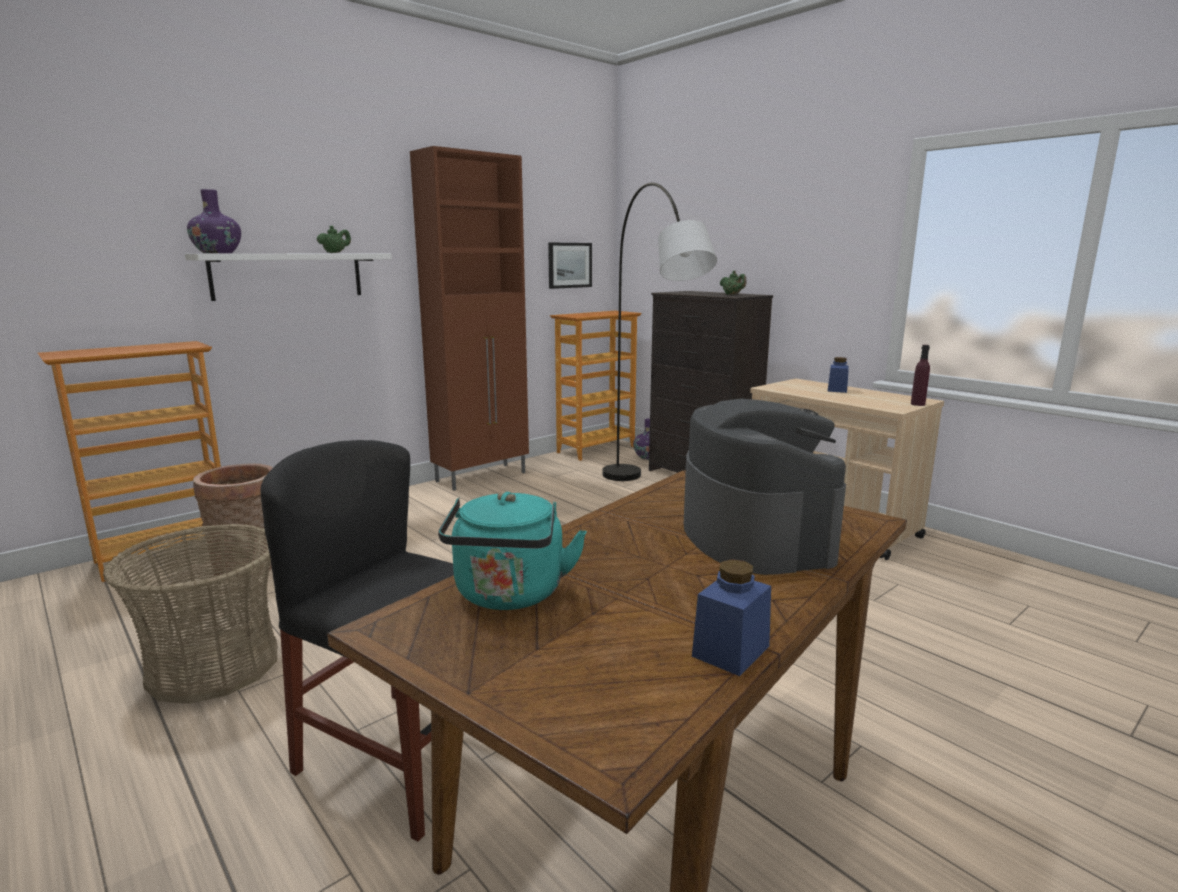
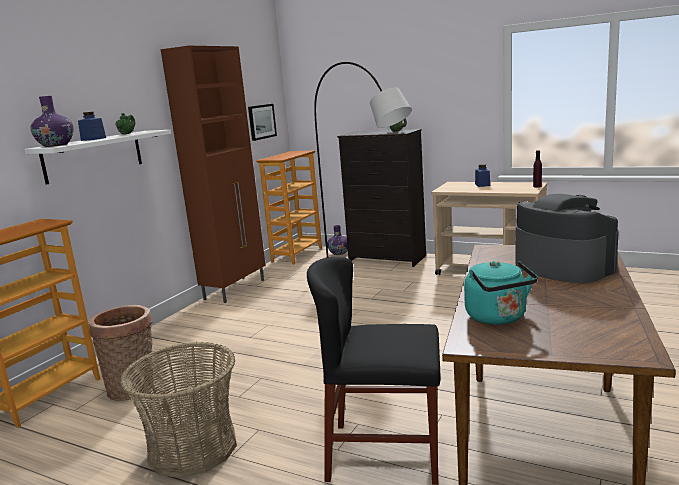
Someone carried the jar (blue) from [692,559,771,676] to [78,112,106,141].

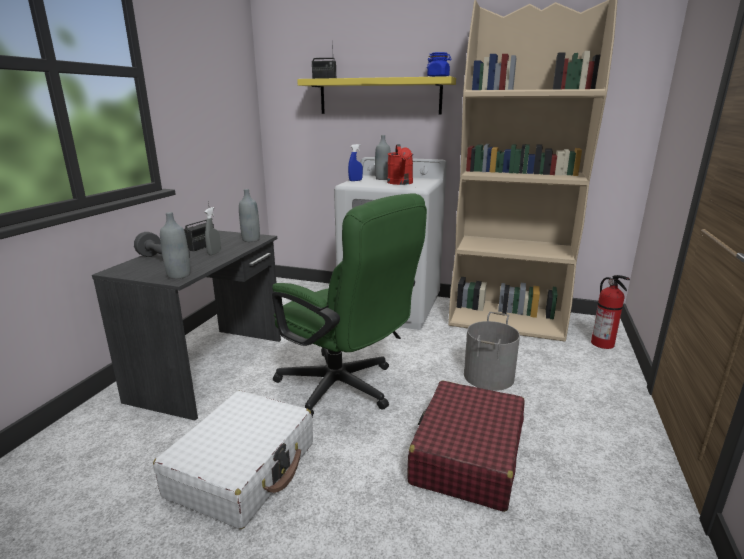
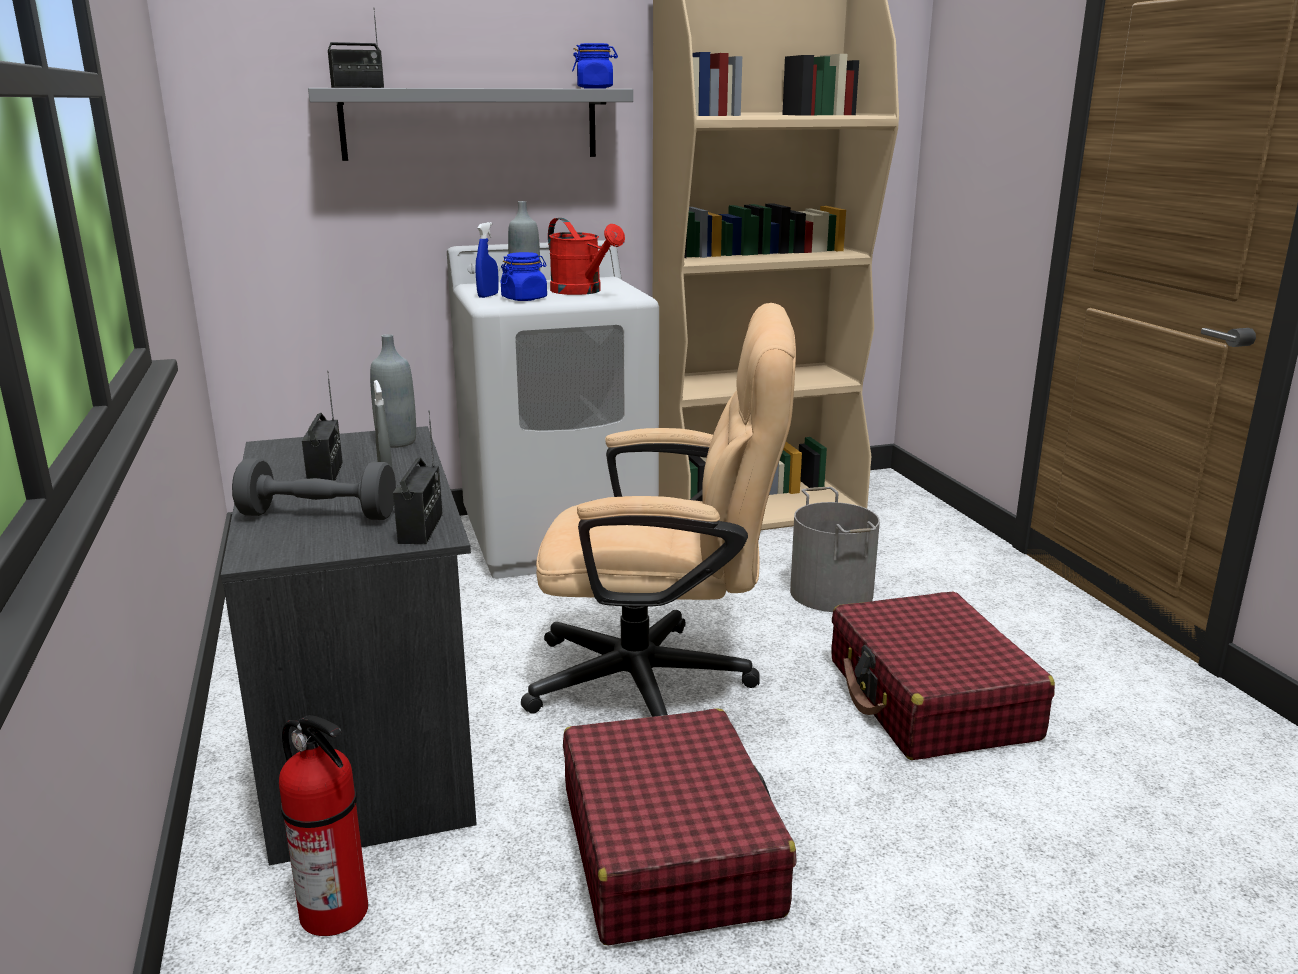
Someone carried the fire extinguisher from [591,275,630,349] to [279,715,368,936]. Someone repainted the shelf (yellow) at [297,76,456,115], which became the shelf (grey) at [308,88,633,161]. Someone swapped the bottle (grey) at [160,212,190,279] for the radio at [393,411,443,544]. Someone put down the jar (blue) at [500,252,547,301]. Someone repainted the office chair (green) at [272,194,427,417], which became the office chair (beige) at [521,303,796,717]. Someone repainted the suitcase (white) at [153,391,313,529], which became the suitcase (red) at [563,709,796,945].

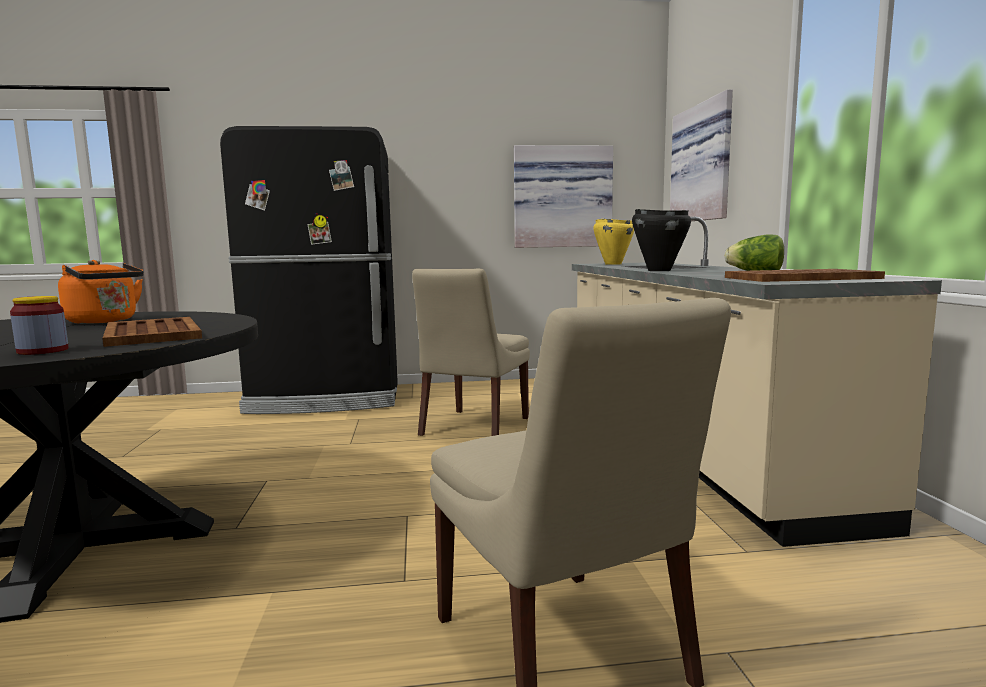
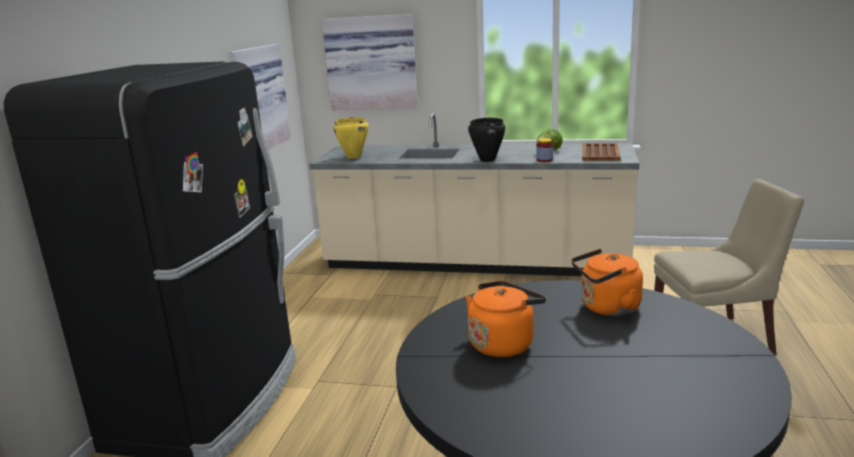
Someone carried the jar from [10,296,69,355] to [537,138,553,162]. Someone swapped the tray (brown) at [102,317,202,347] for the kettle (orange) at [571,249,643,316]. Someone took away the chair (beige) at [412,269,530,436].

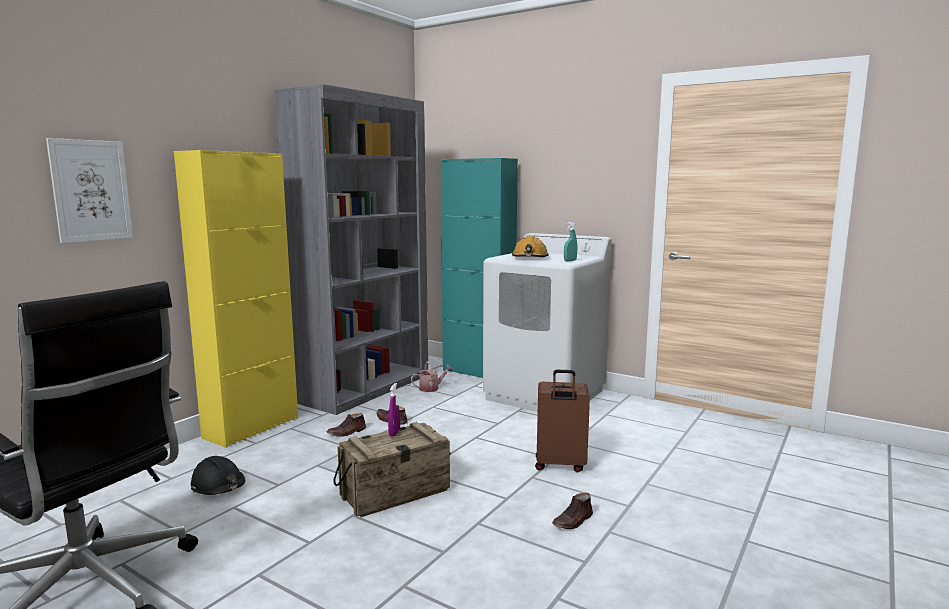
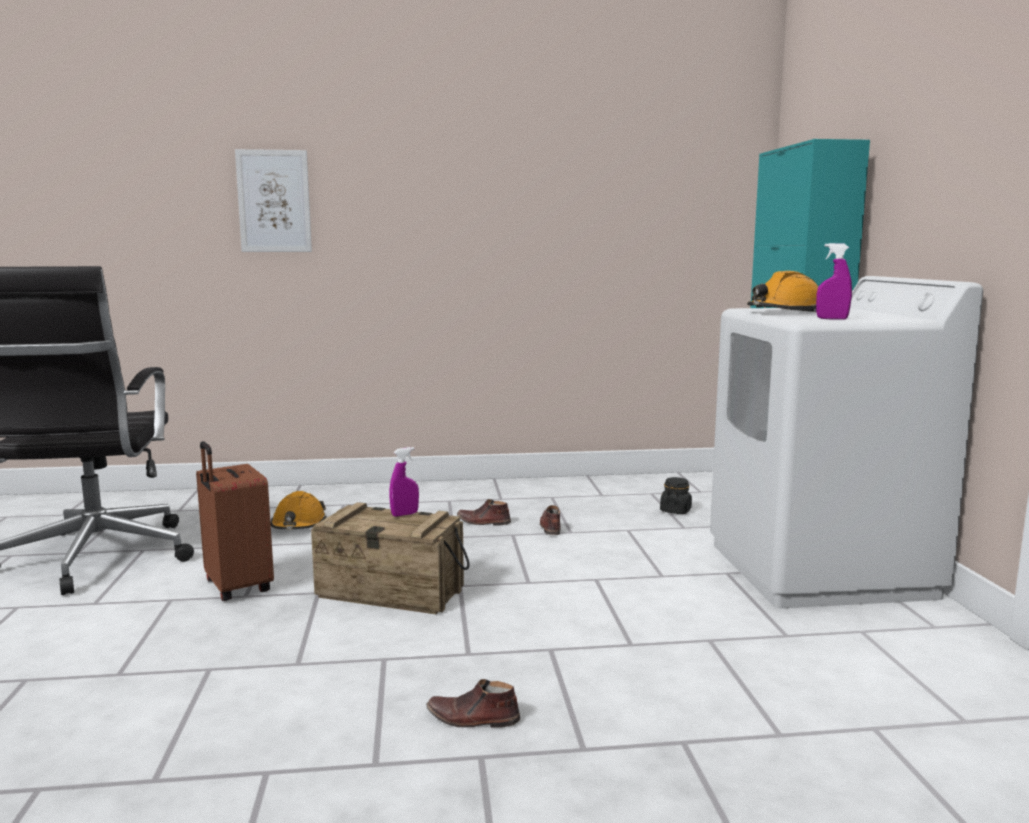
Someone carried the suitcase (brown) from [535,370,590,472] to [196,441,274,601]. Someone repainted the hard hat (black) at [191,456,245,495], which became the hard hat (orange) at [271,491,327,529]. Someone swapped the watering can at [411,362,453,392] for the jar (black) at [660,477,692,514]. Someone repainted the spray bottle (turquoise) at [564,222,577,261], which became the spray bottle (purple) at [816,243,852,320]. Someone took away the cabinet (yellow) at [174,150,298,448]. Someone took away the bookcase (grey) at [274,84,428,415].

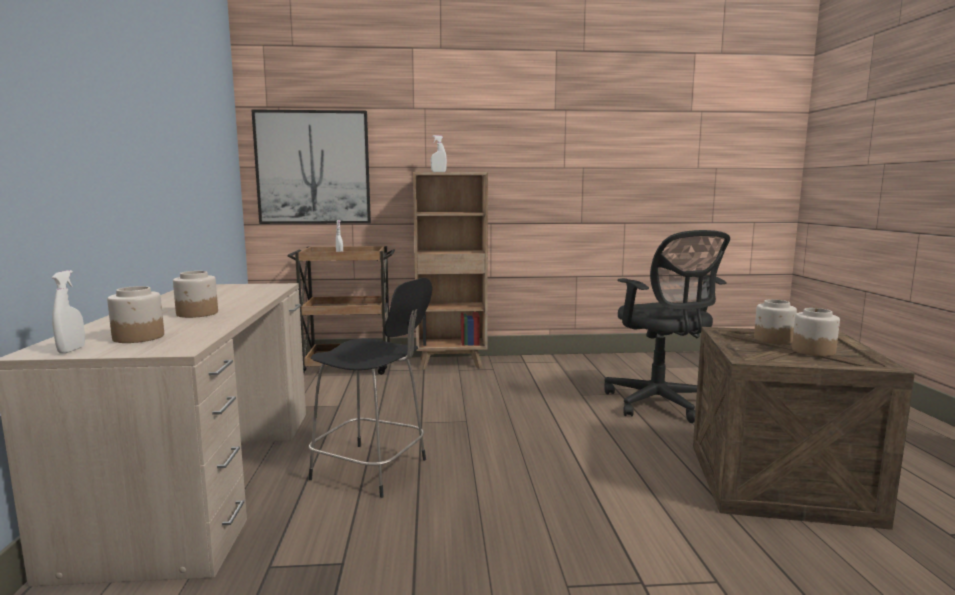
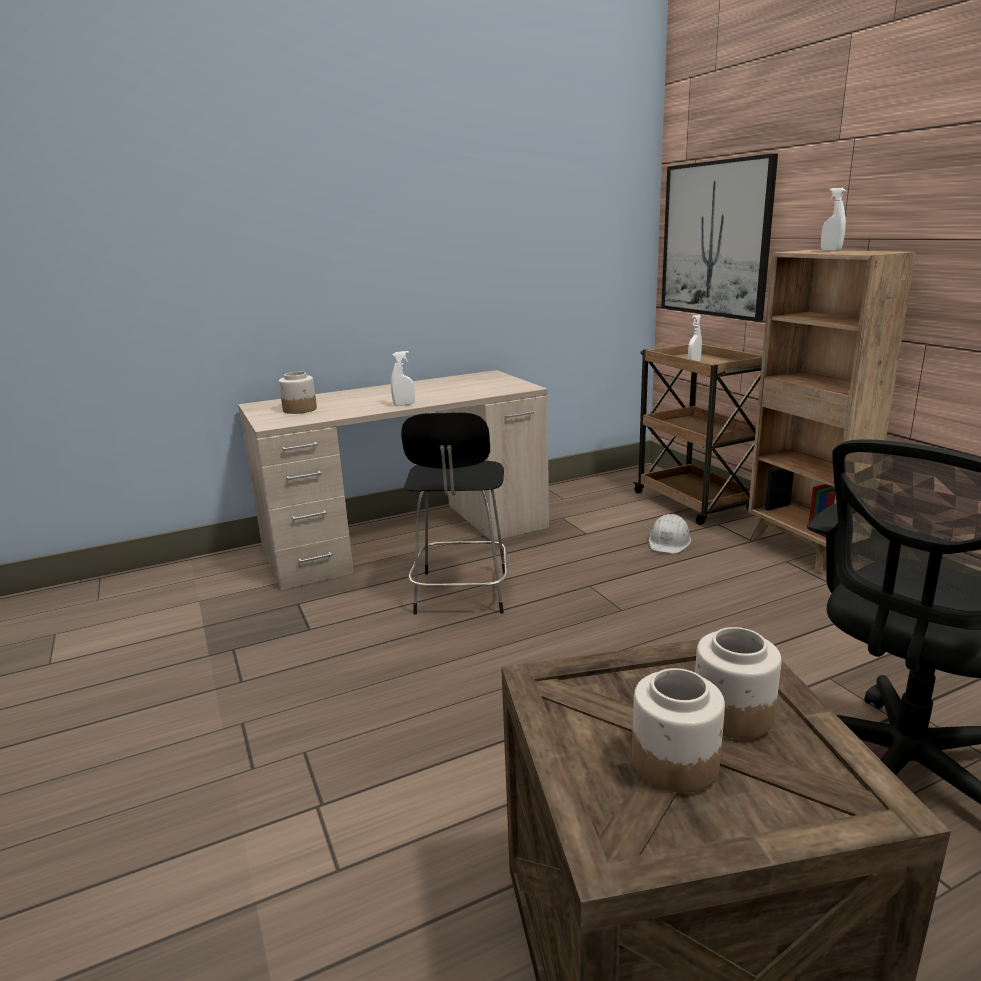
Someone carried the spray bottle (white) from [52,270,85,354] to [391,351,415,406]. Someone put down the hard hat (white) at [649,514,691,554]. Someone took away the jar at [173,271,218,318].

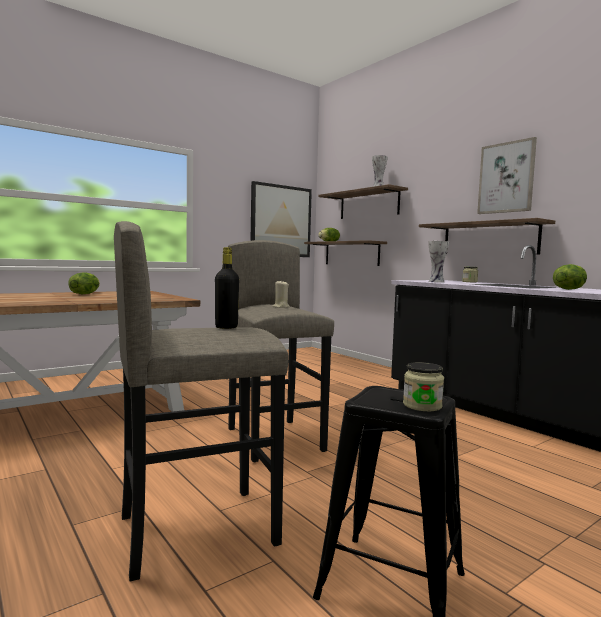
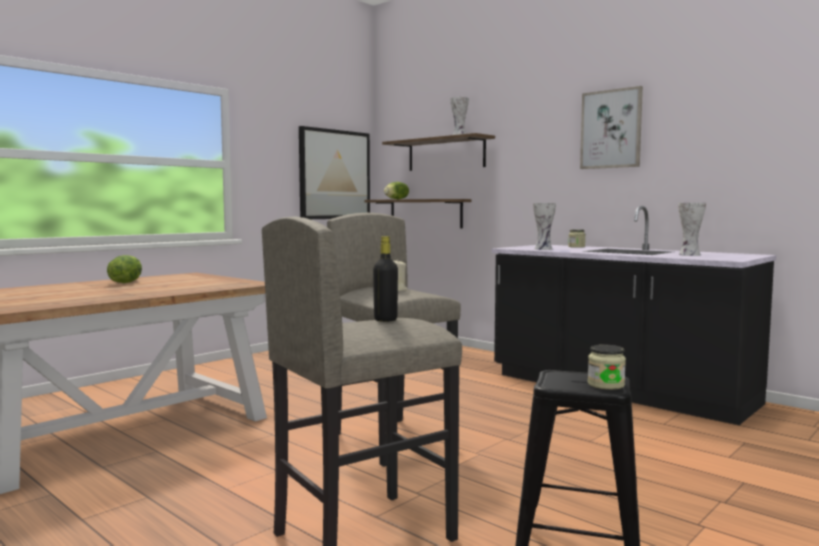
Someone swapped the lettuce at [553,264,587,290] for the vase at [678,203,706,256]. Someone took away the shelf at [419,218,555,255].

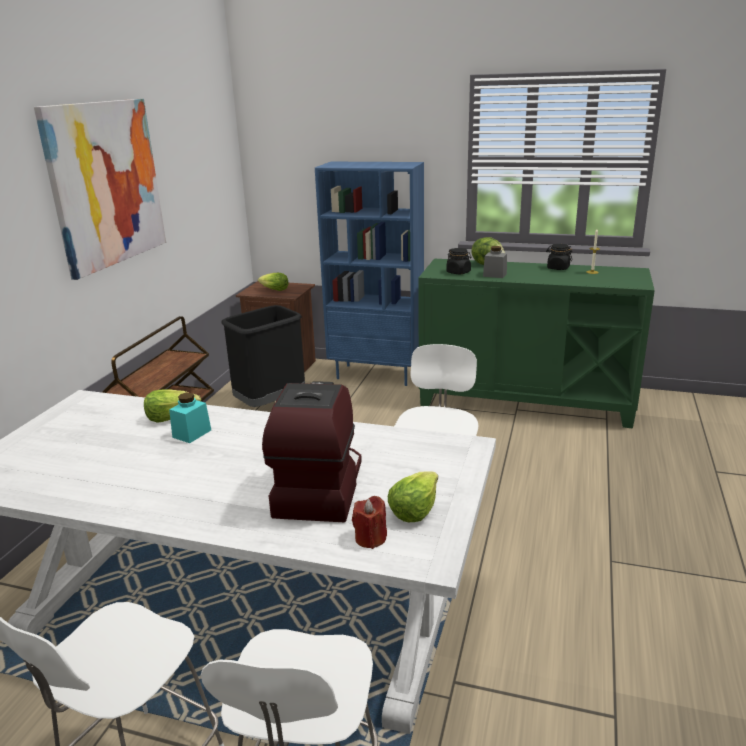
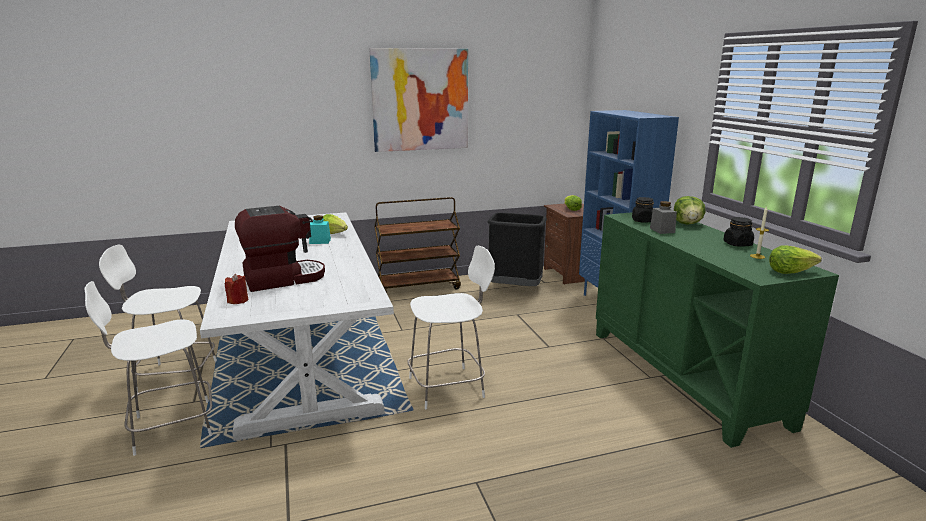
Someone carried the lettuce from [388,471,438,522] to [769,245,822,274].

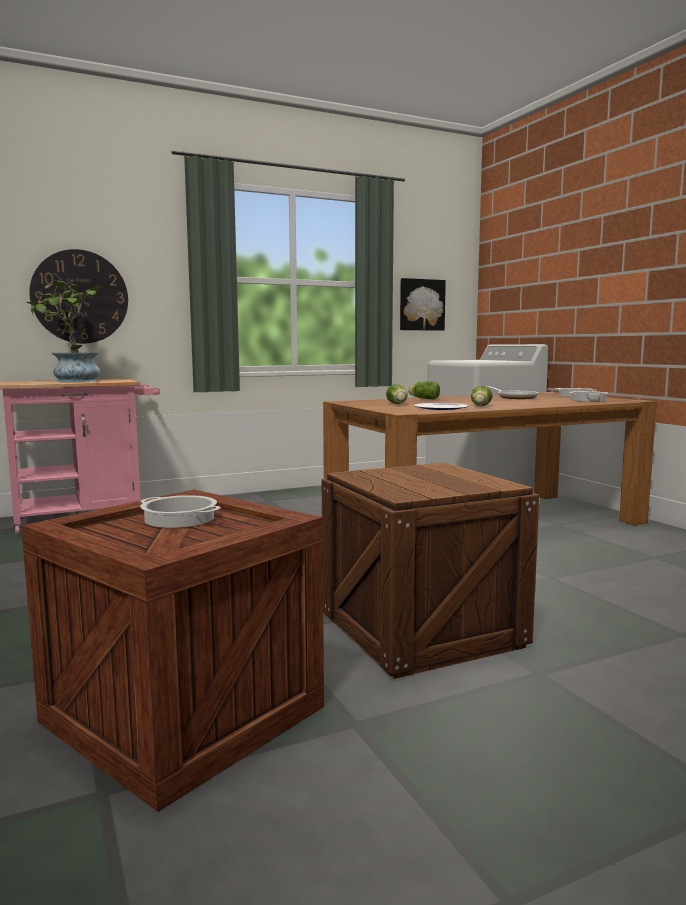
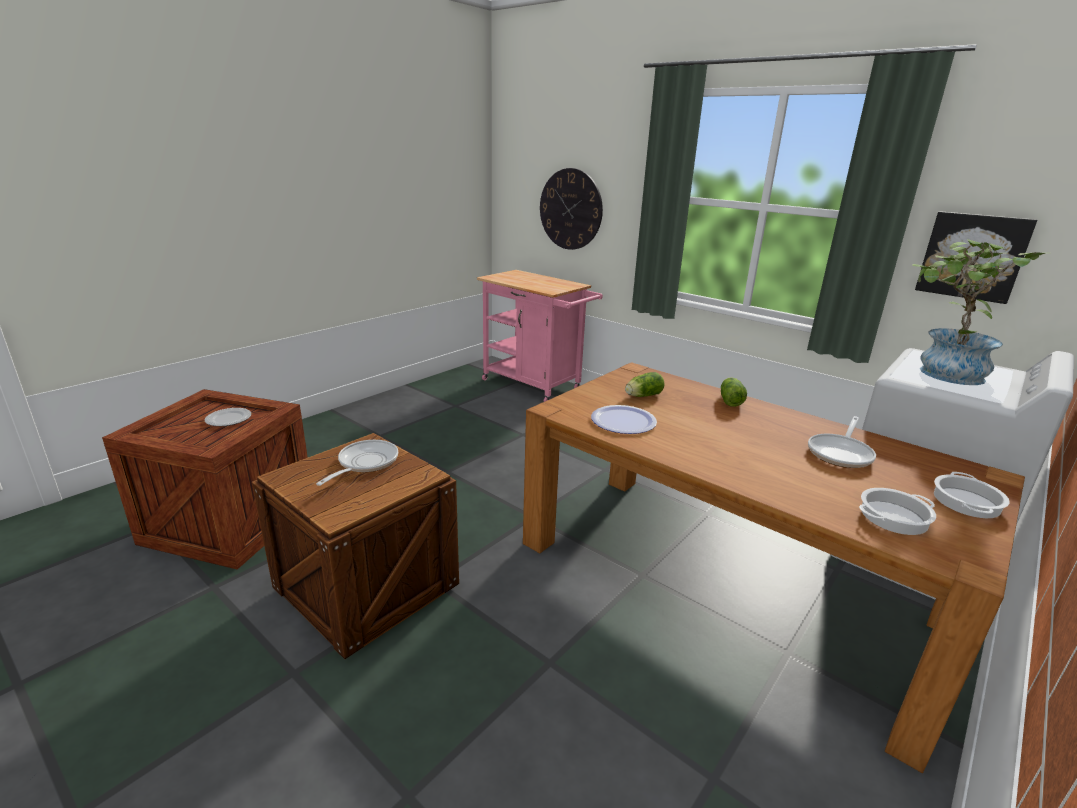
Someone swapped the cooking pot at [140,495,221,528] for the plate at [205,408,252,426]. Someone put down the frying pan at [316,440,398,486]. Someone carried the potted plant from [27,280,103,382] to [912,239,1045,385]. Someone took away the lettuce at [471,386,493,406].

